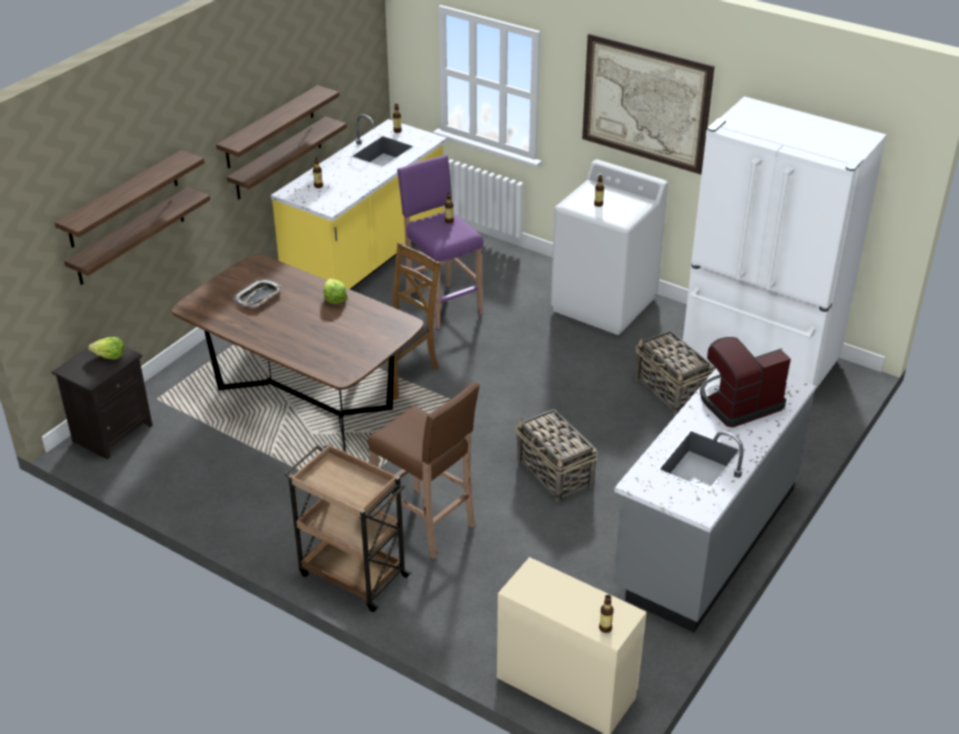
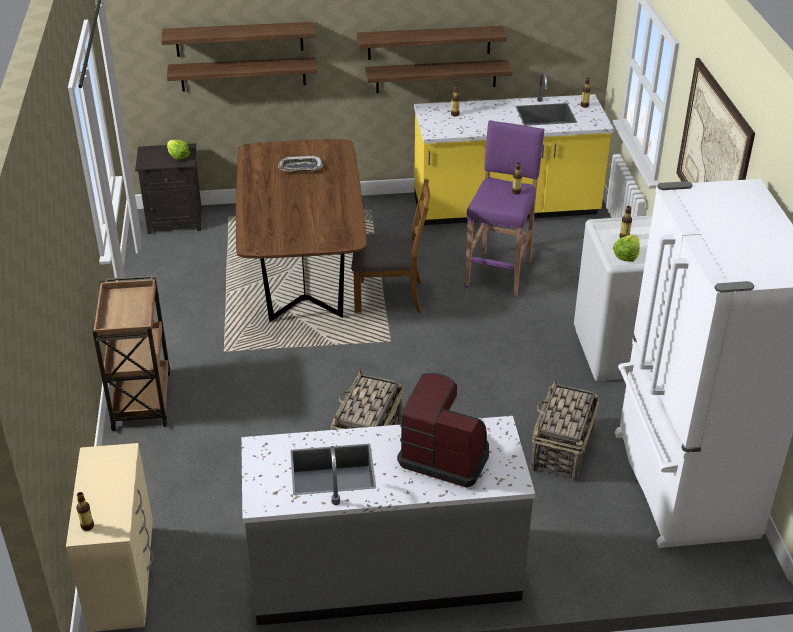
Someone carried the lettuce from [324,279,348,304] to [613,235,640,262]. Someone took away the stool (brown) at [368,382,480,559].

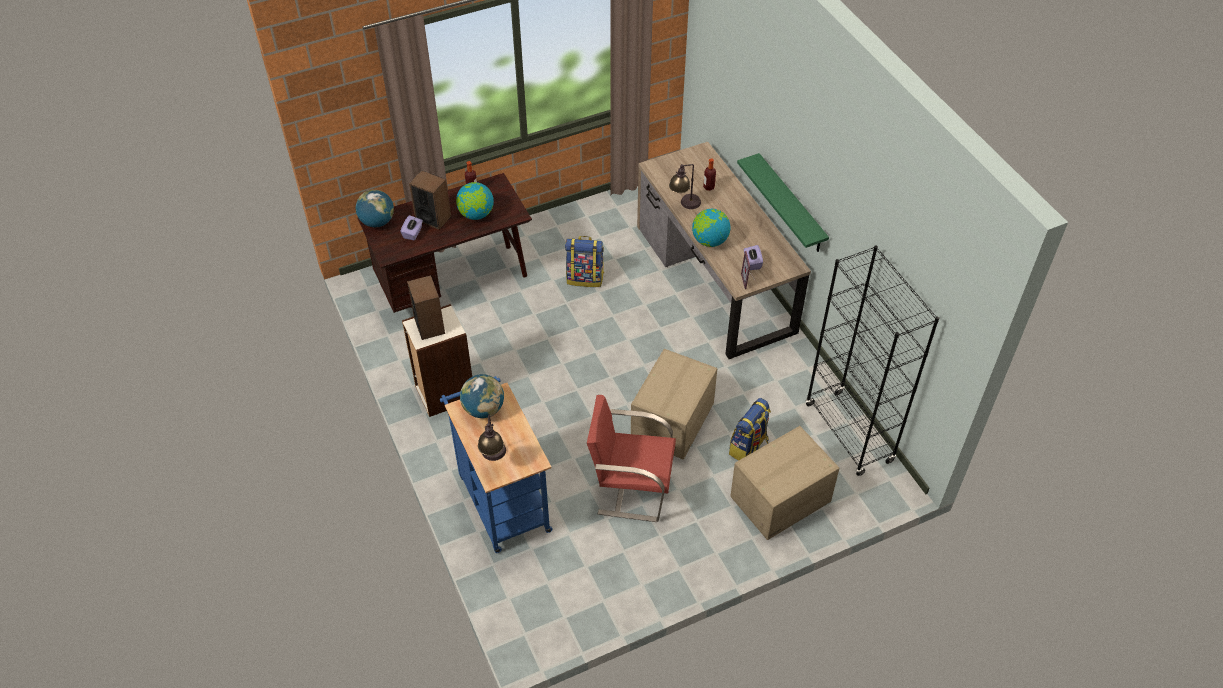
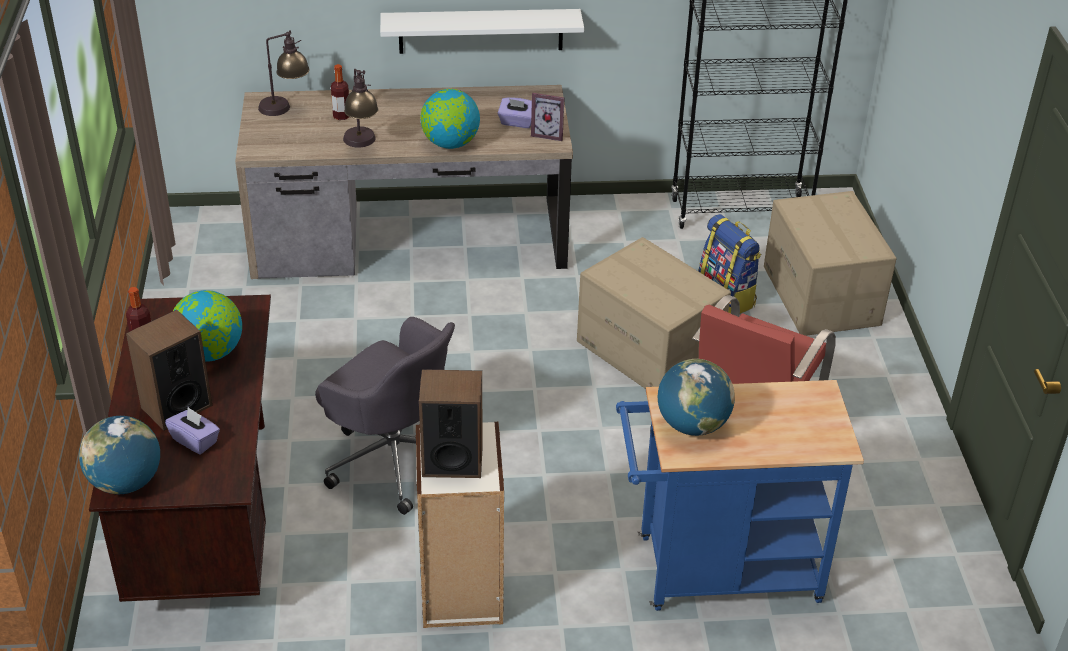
Someone carried the table lamp from [478,415,506,461] to [258,30,310,116]. Someone put down the office chair (grey) at [315,317,455,515]. Someone repainted the shelf (green) at [737,153,829,252], which became the shelf (white) at [380,9,584,54]. Someone took away the backpack at [565,236,604,287].

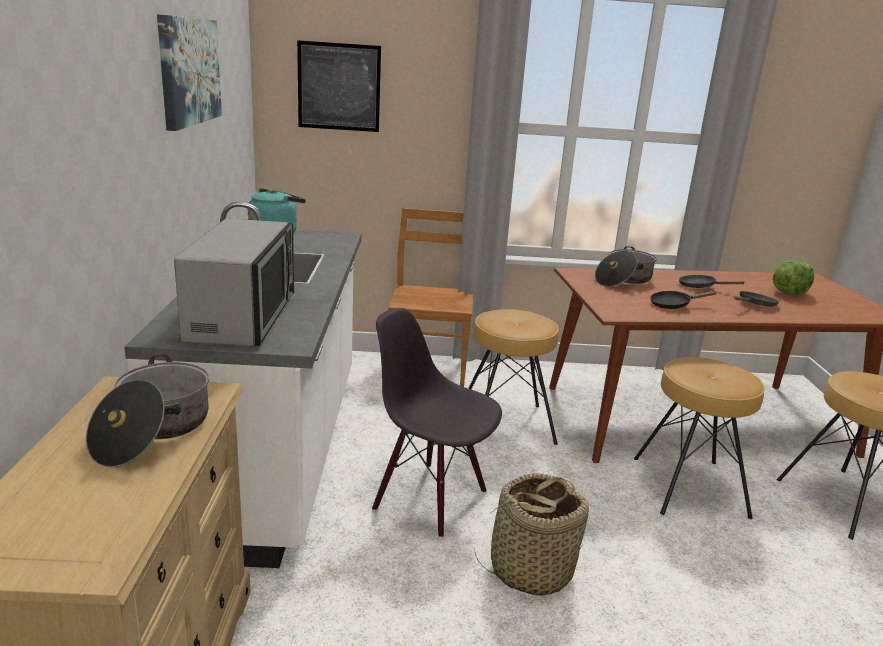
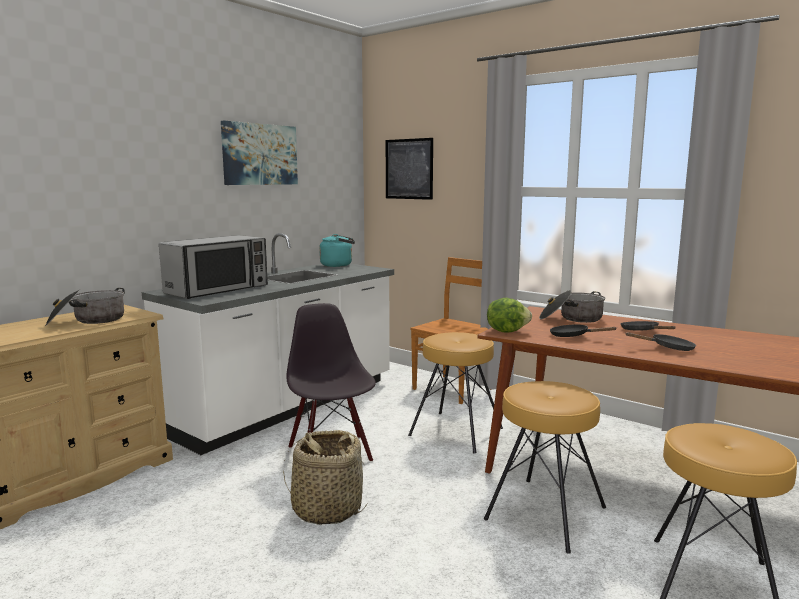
Someone carried the lettuce from [773,261,814,296] to [487,298,532,332].

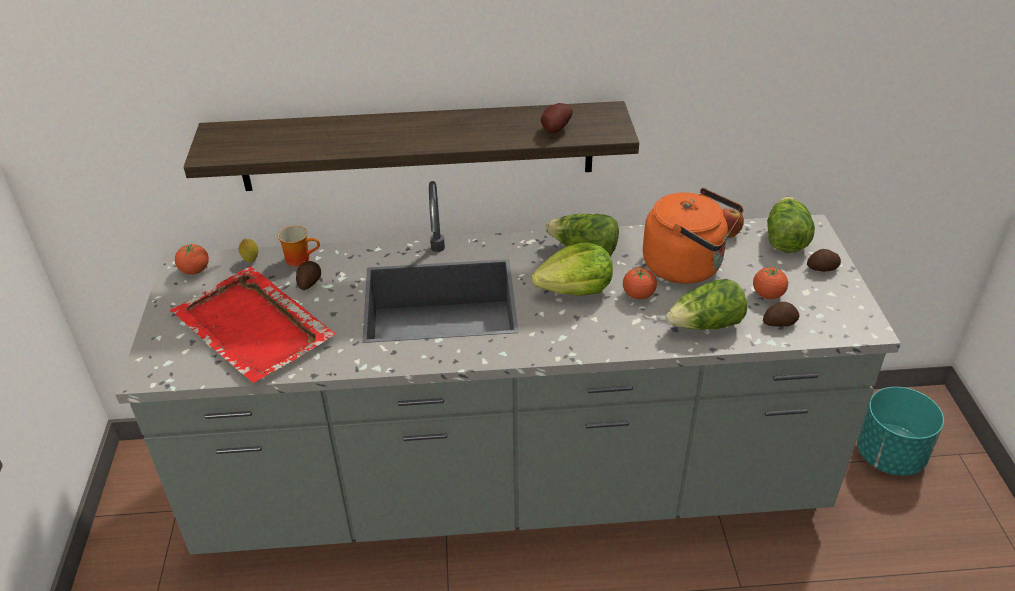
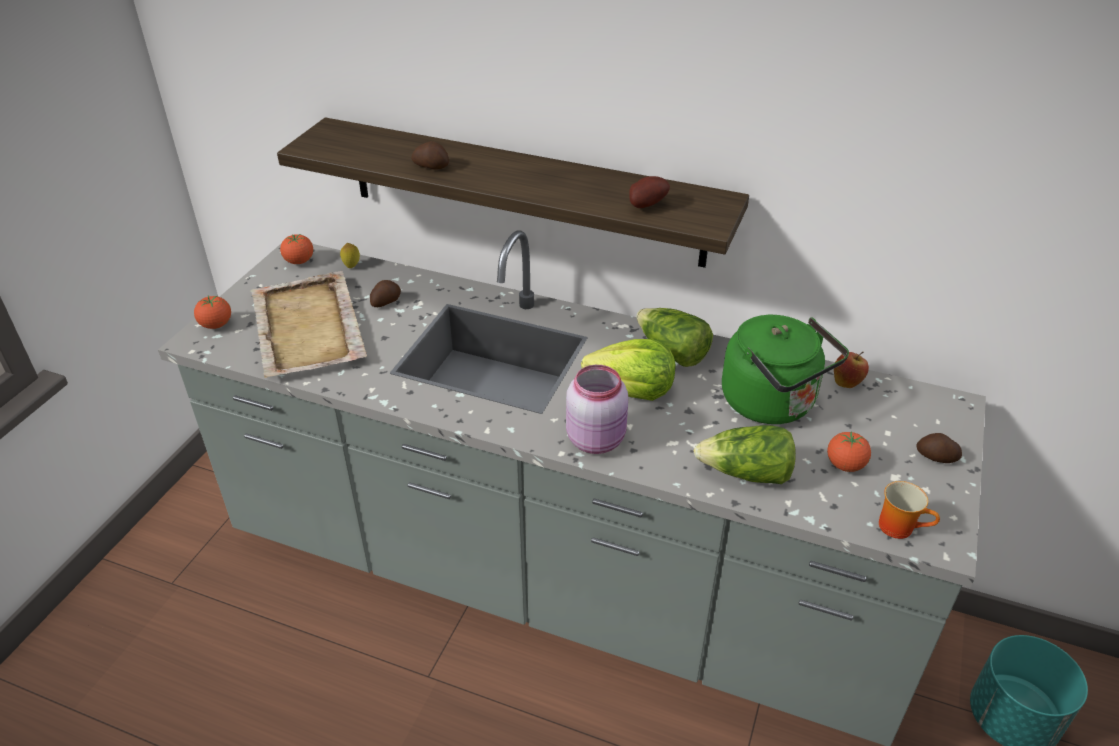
Someone carried the tomato from [623,267,657,299] to [194,295,231,329]. Someone repainted the tray (red) at [170,267,336,383], which became the tray (beige) at [250,271,367,378]. Someone carried the potato from [763,302,799,327] to [411,141,449,170]. Someone put down the jar (pink) at [566,365,628,454]. Someone repainted the kettle (orange) at [643,188,744,284], which became the kettle (green) at [722,315,849,424]. Someone carried the mug from [277,225,320,266] to [879,481,940,539]. Someone took away the lettuce at [767,197,815,253].

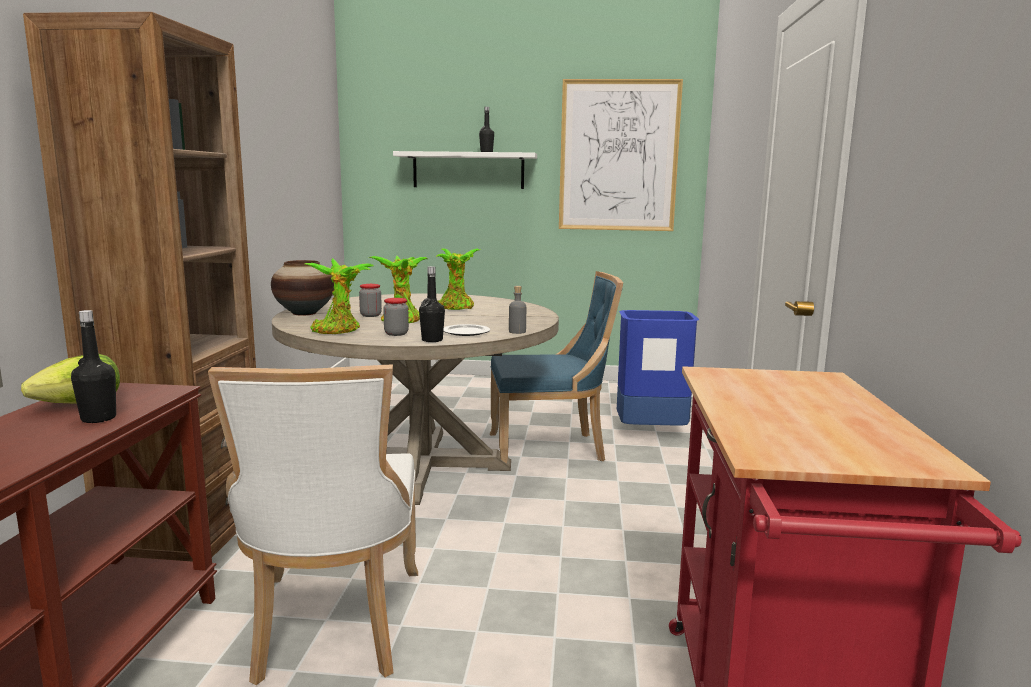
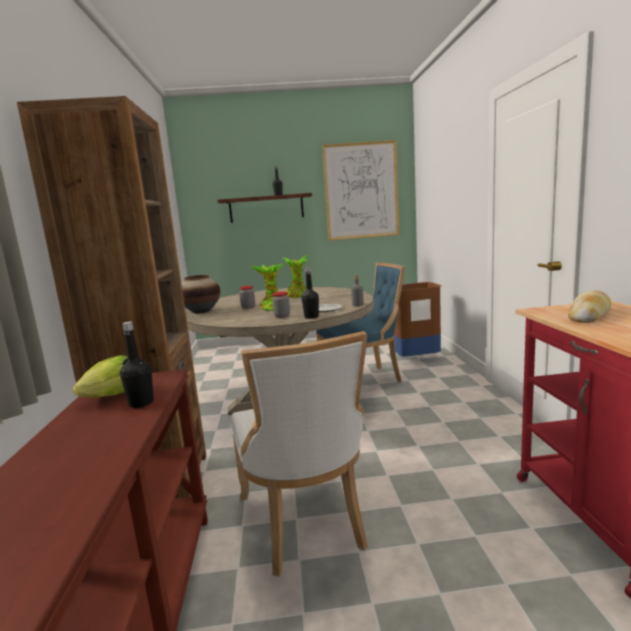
Someone repainted the shelf (white) at [393,151,537,189], which became the shelf (brown) at [217,193,312,223]. Someone repainted the trash can (blue) at [617,310,699,425], which became the trash can (brown) at [394,282,441,356]. Someone put down the bread at [568,290,611,323]. Someone took away the potted plant at [305,258,374,334].

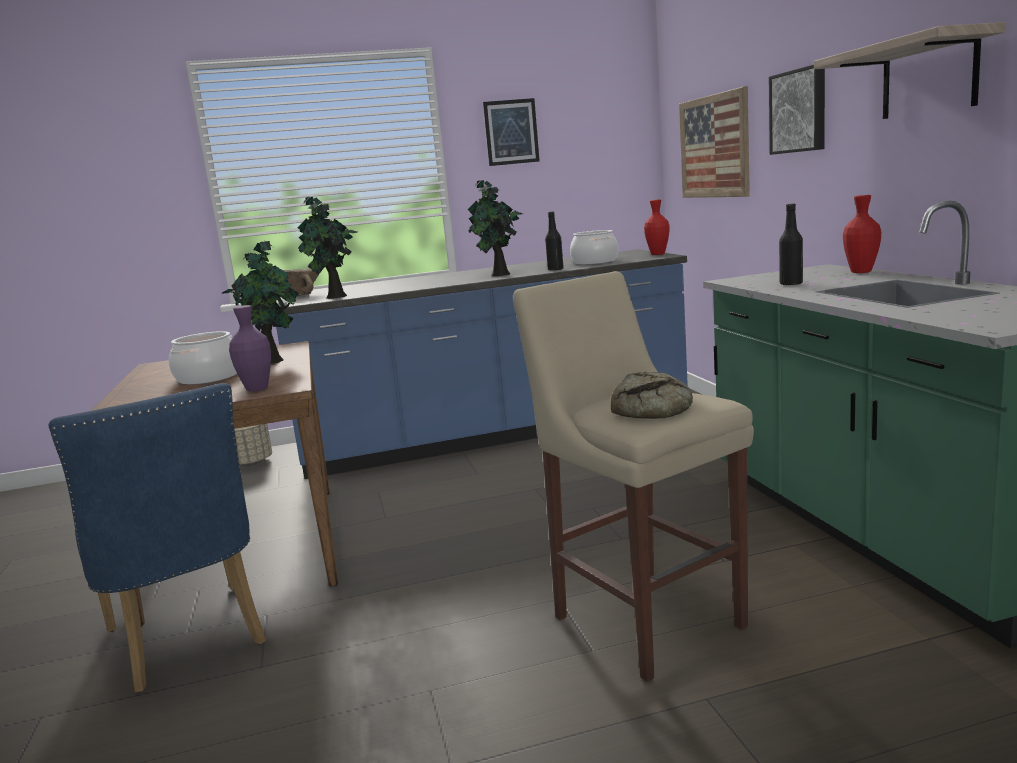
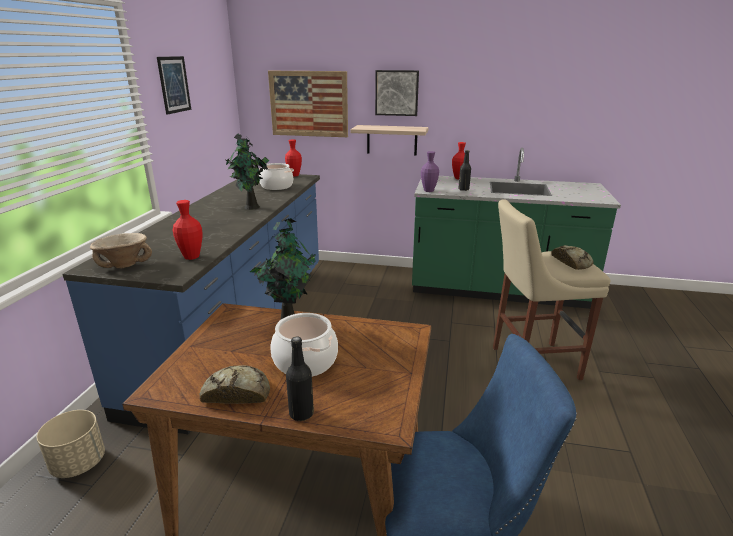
Someone swapped the potted plant at [298,196,358,299] for the vase (red) at [173,200,202,260]. Someone put down the bread at [200,365,270,404]. Someone carried the bottle (black) from [545,211,564,271] to [286,336,314,421]. Someone carried the shelf from [814,22,1005,119] to [350,125,428,156]. Someone carried the vase (purple) from [229,305,271,392] to [421,151,439,192].

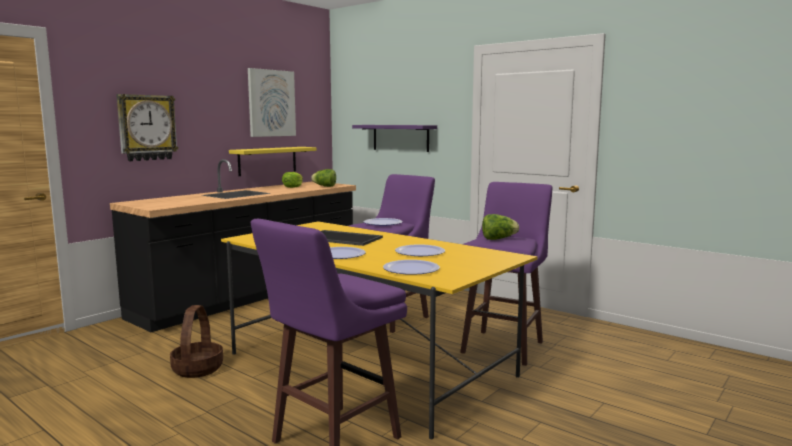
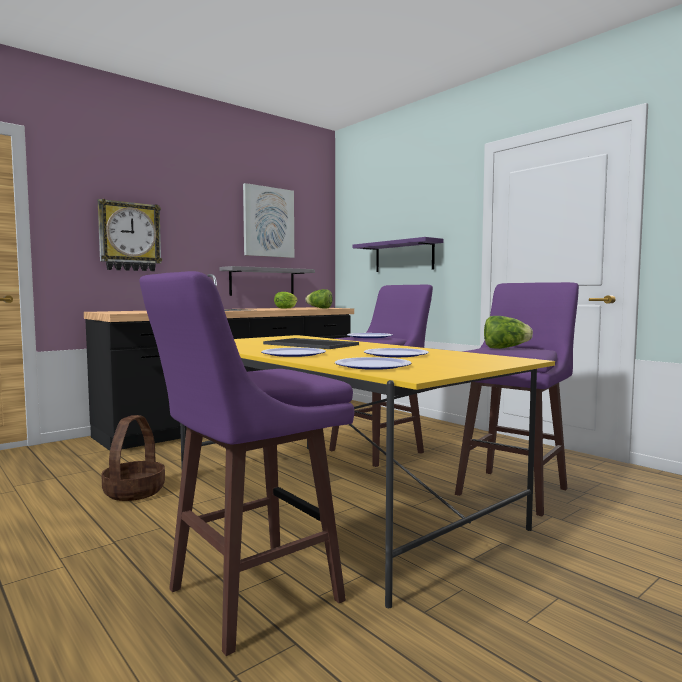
Someone repainted the shelf (yellow) at [229,147,317,176], which became the shelf (grey) at [219,266,315,296].

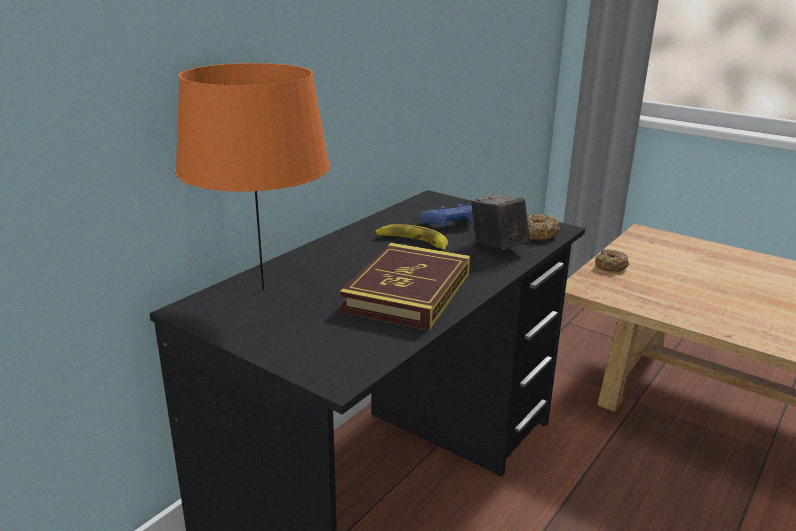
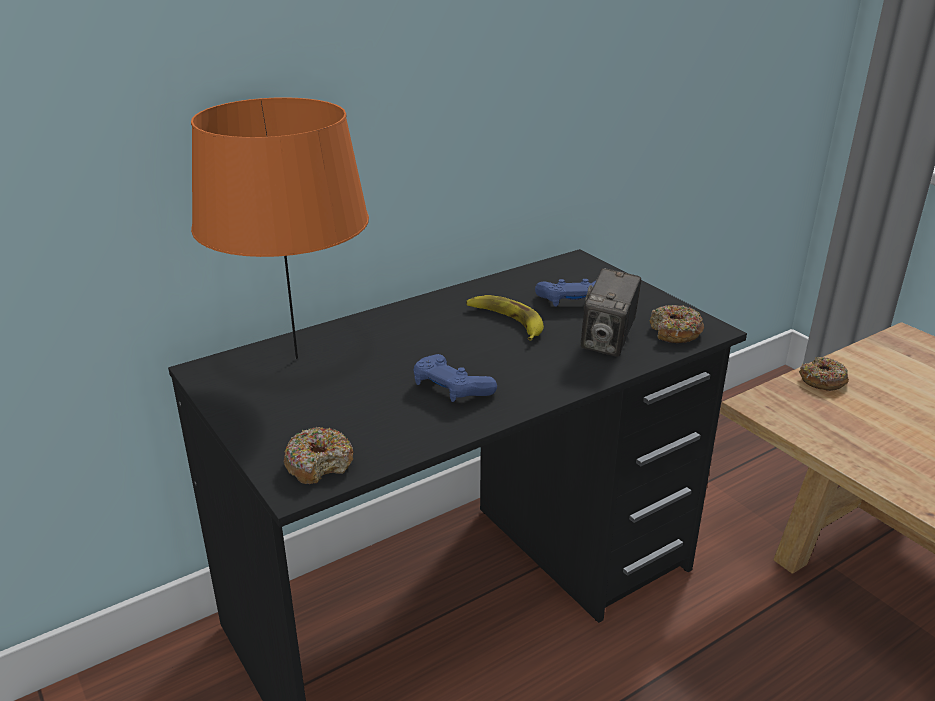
Someone put down the donut at [284,427,354,484]. Someone swapped the book at [340,243,470,331] for the game controller (blue) at [413,354,497,402]. Someone rotated the photo camera at [471,194,530,250] by 150 degrees counterclockwise.

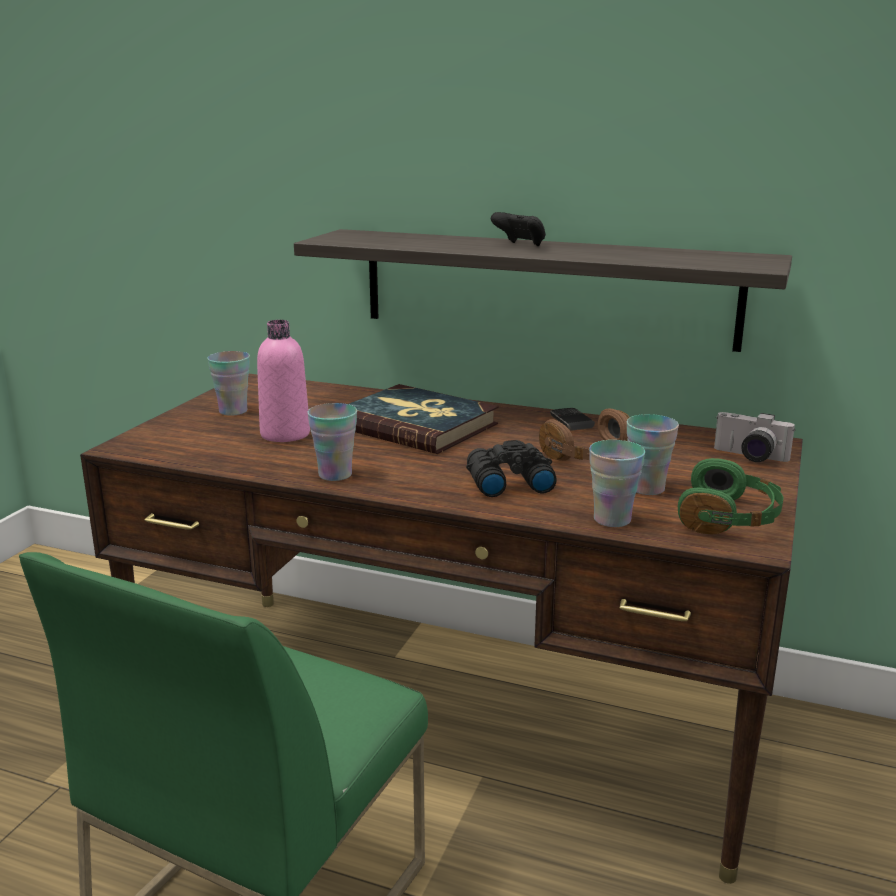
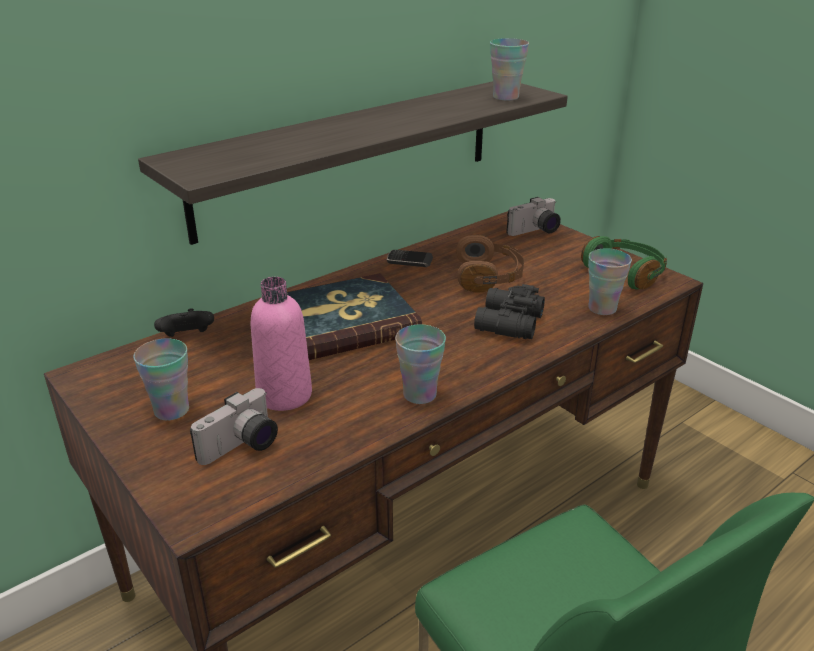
Someone carried the game controller (black) from [491,212,546,246] to [154,308,214,337]. Someone put down the photo camera at [190,388,278,465]. Someone carried the cup from [627,414,679,495] to [490,38,529,100].

